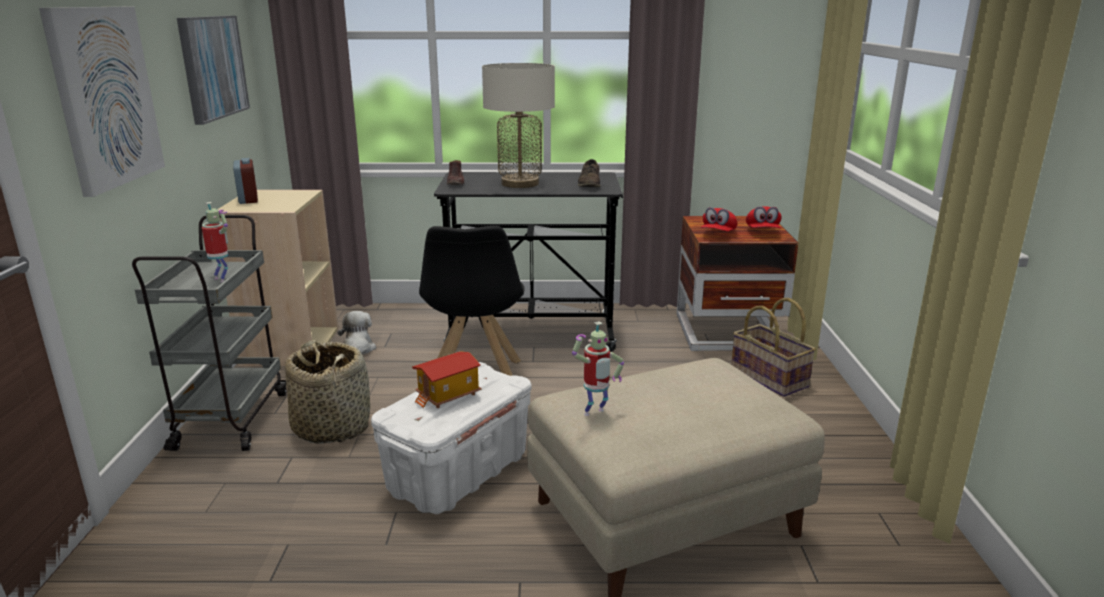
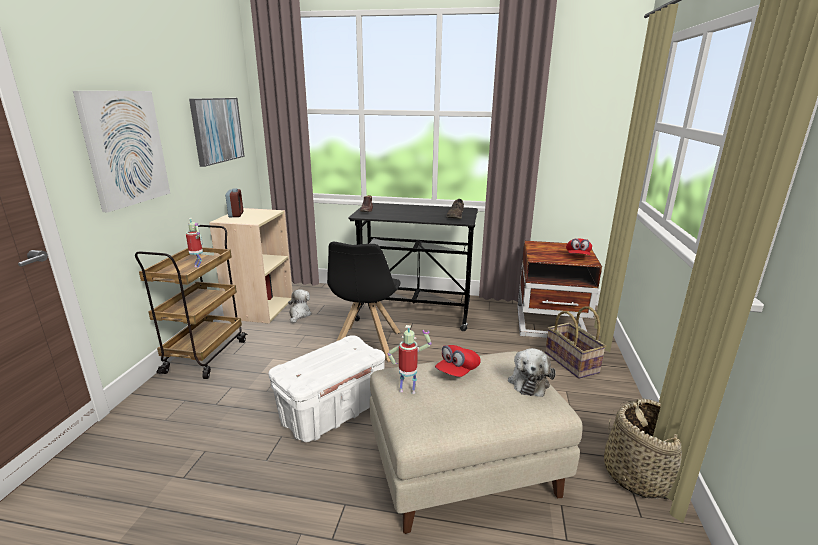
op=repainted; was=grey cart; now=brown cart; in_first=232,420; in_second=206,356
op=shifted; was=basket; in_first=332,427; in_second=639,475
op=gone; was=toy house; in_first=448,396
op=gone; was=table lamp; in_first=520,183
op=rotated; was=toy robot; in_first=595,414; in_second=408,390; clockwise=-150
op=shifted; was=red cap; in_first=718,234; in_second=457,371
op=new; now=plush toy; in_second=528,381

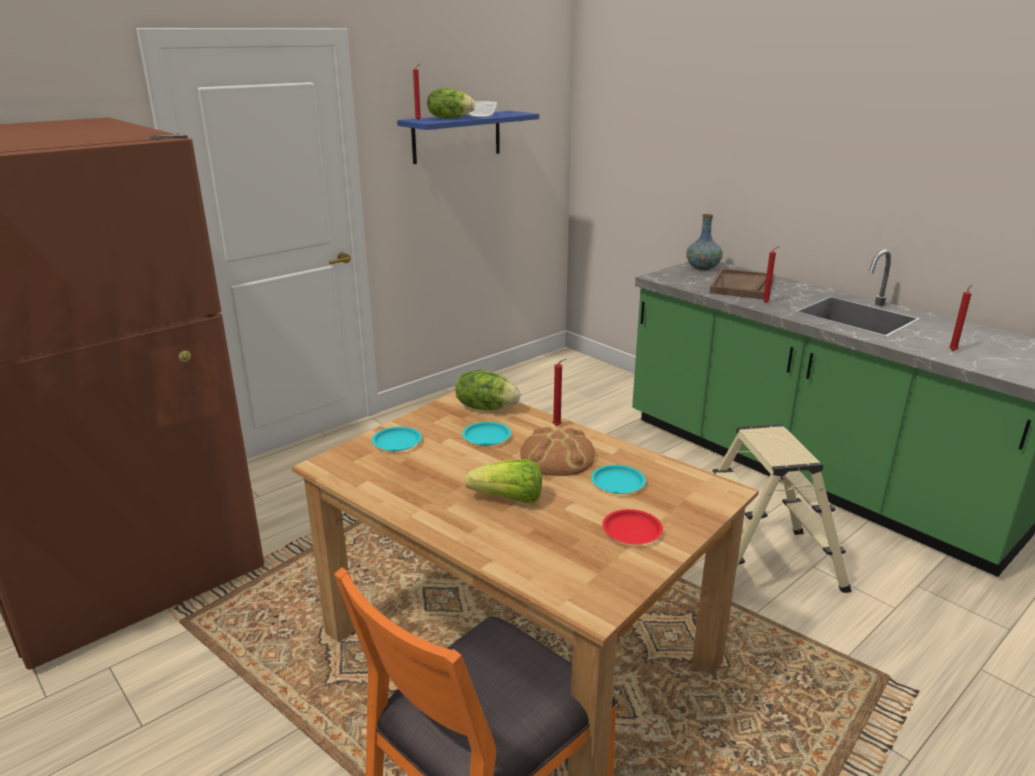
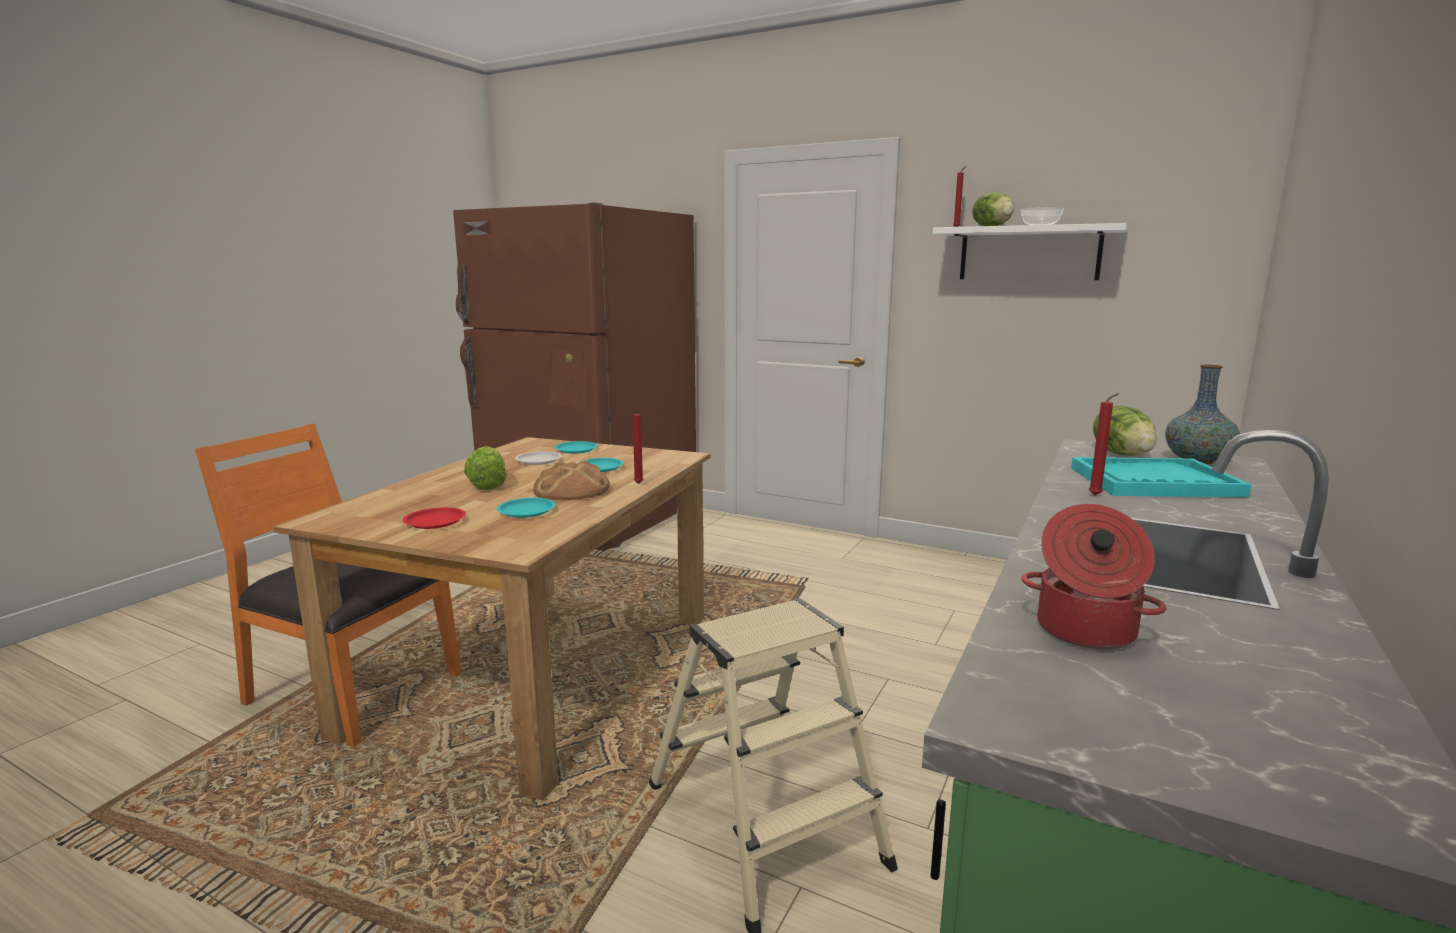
op=repainted; was=blue shelf; now=white shelf; in_first=457,136; in_second=1029,253
op=shifted; was=lettuce; in_first=486,407; in_second=1123,454
op=repainted; was=brown tray; now=turquoise tray; in_first=742,286; in_second=1153,482
op=swapped; was=red candle; now=cooking pot; in_first=953,350; in_second=1084,631
op=new; now=white plate; in_second=539,461

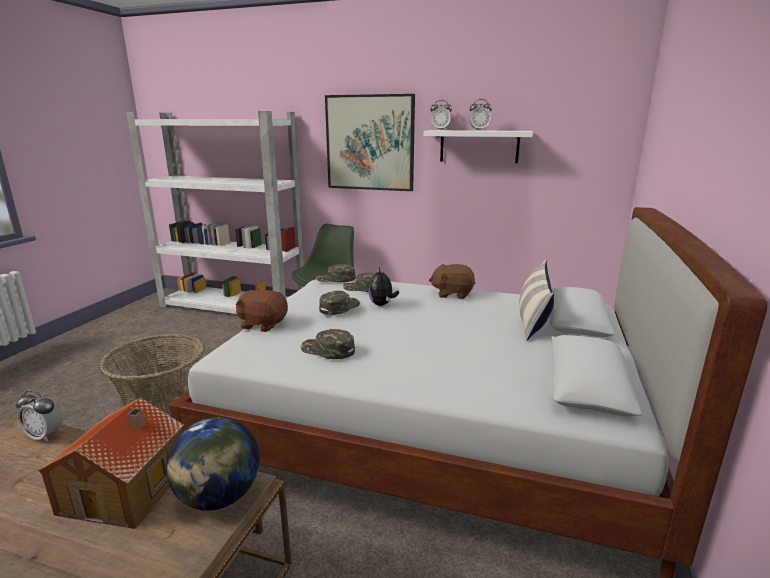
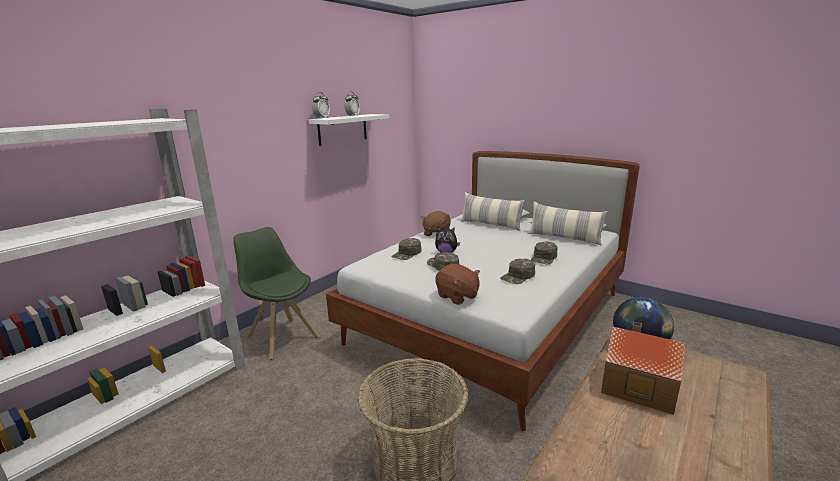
op=gone; was=alarm clock; in_first=45,436
op=rotated; was=brown plush toy; in_first=263,324; in_second=457,296; clockwise=-75
op=shifted; was=green cap; in_first=335,279; in_second=544,258
op=gone; was=picture; in_first=370,143
op=new; now=pillow; in_second=564,238

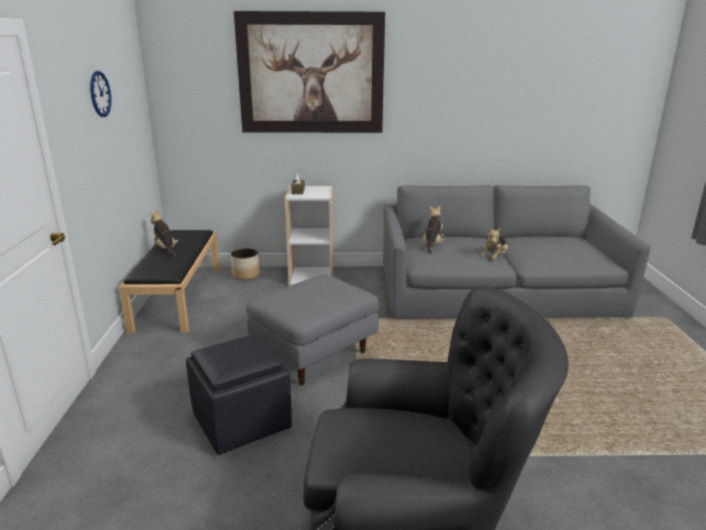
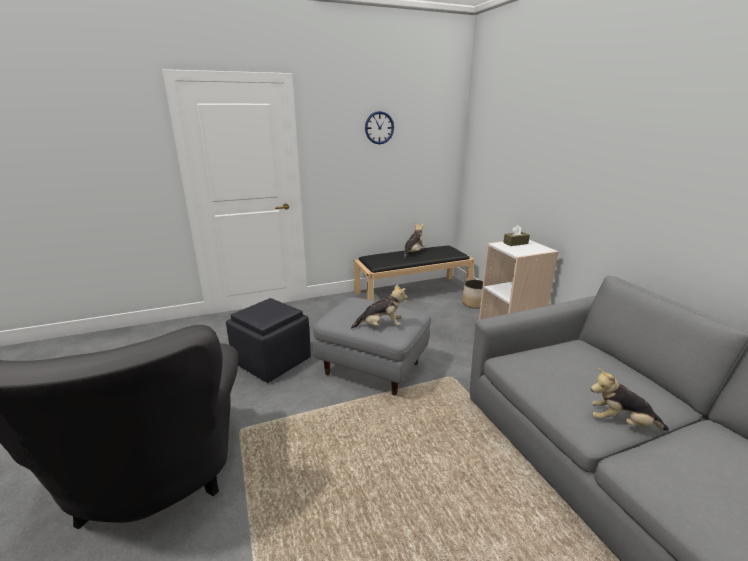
op=gone; was=picture; in_first=311,74
op=shifted; was=plush toy; in_first=432,245; in_second=381,326

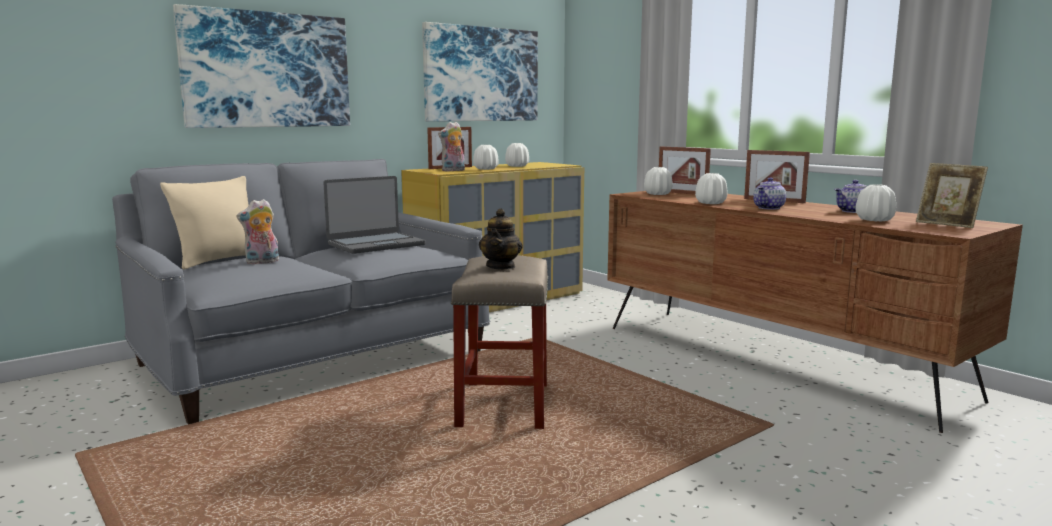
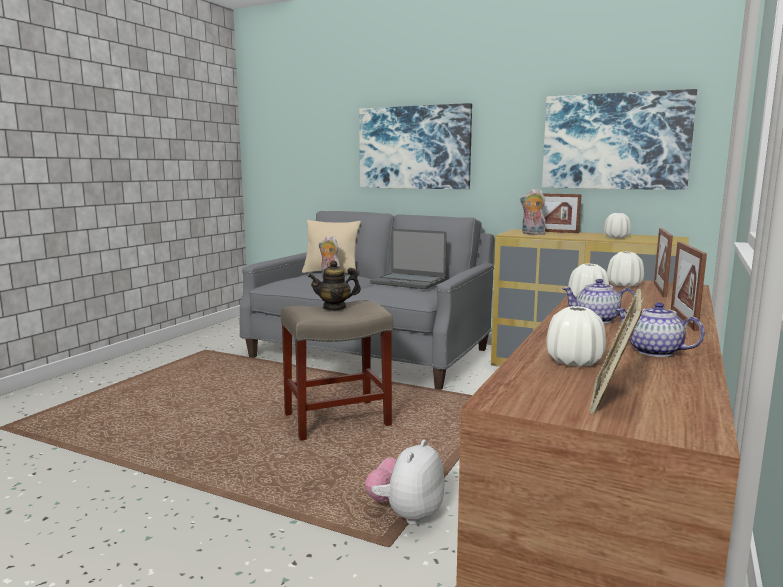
op=gone; was=white vase; in_first=485,169
op=new; now=plush toy; in_second=406,514

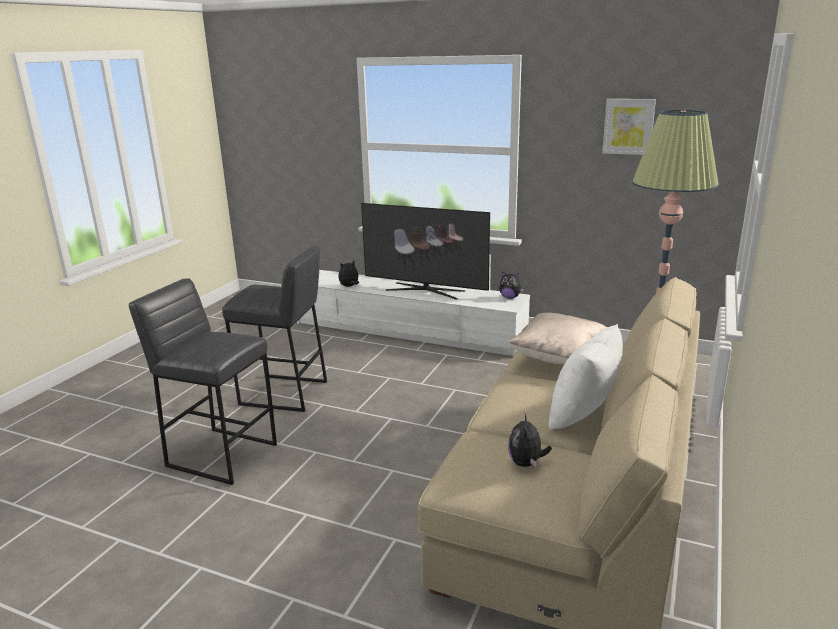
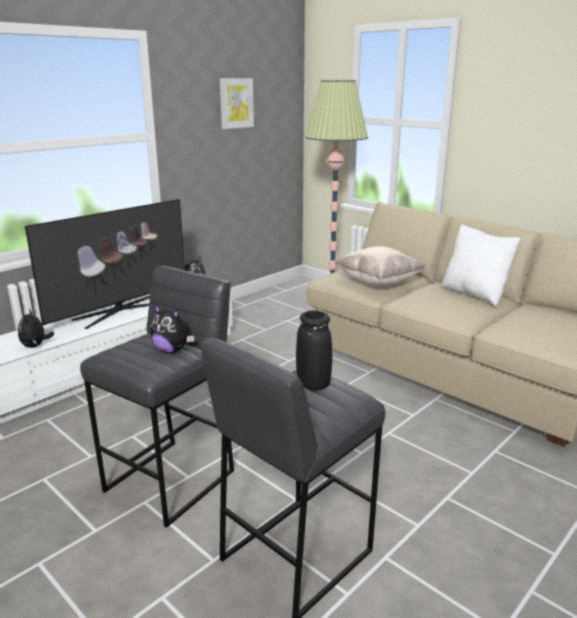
op=shifted; was=plush toy; in_first=526,463; in_second=172,350
op=new; now=black vase; in_second=313,384

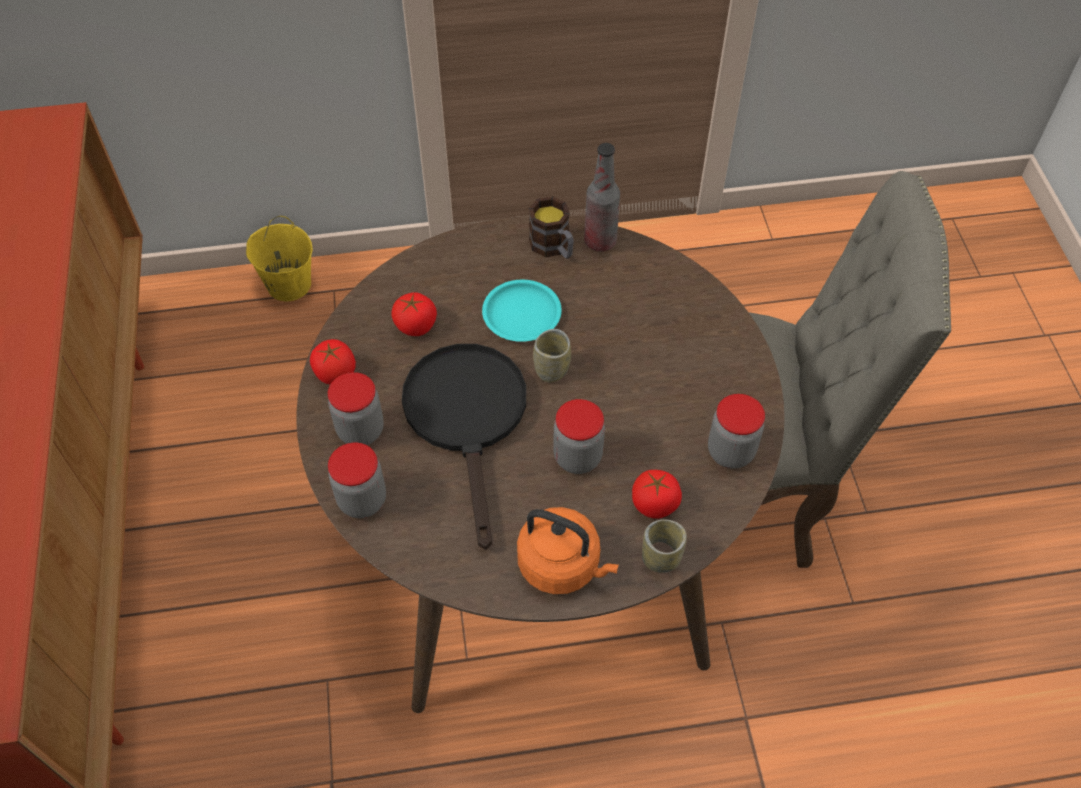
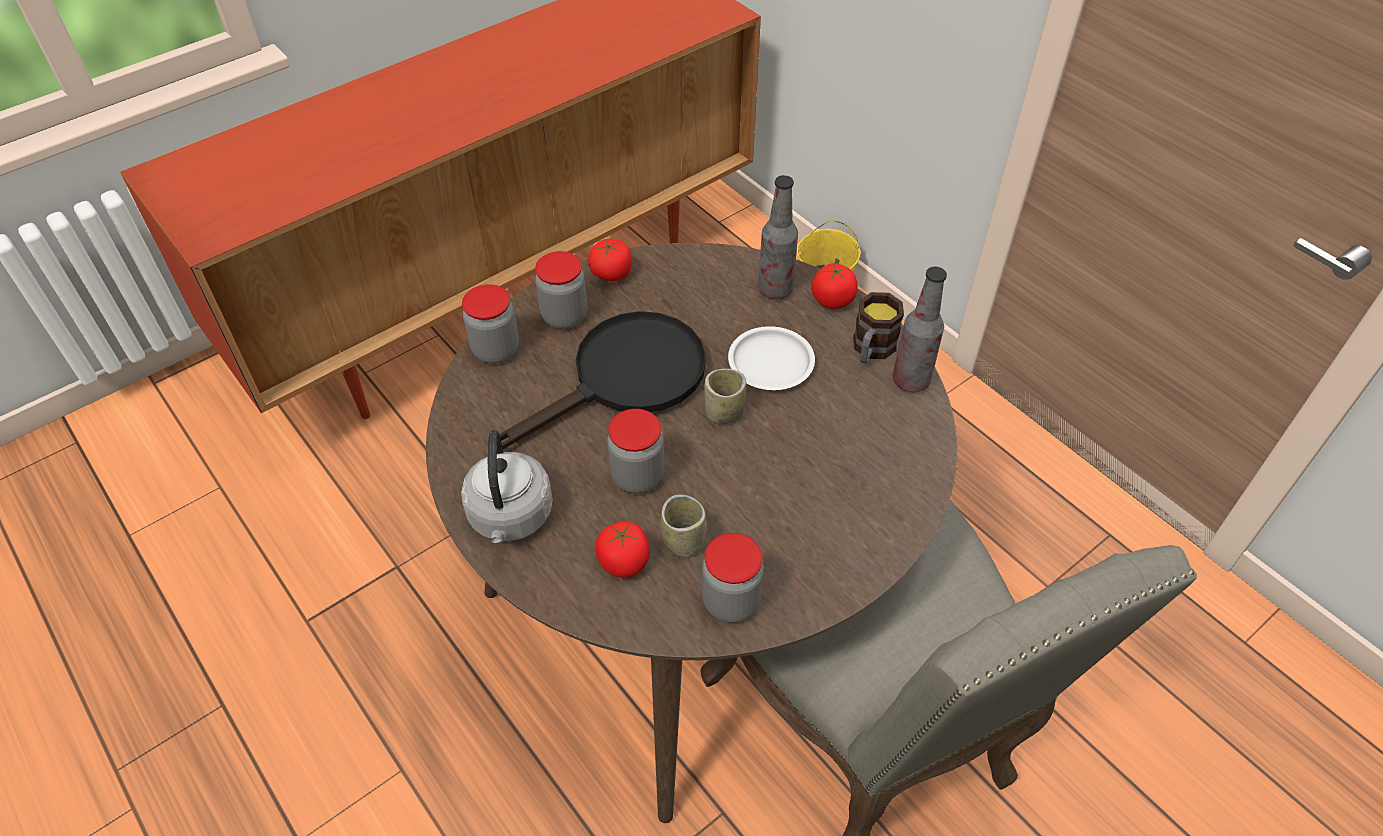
op=shifted; was=tomato; in_first=416,325; in_second=833,299
op=repainted; was=turquoise plate; now=white plate; in_first=522,314; in_second=771,363
op=repainted; was=orange kettle; now=grey kettle; in_first=563,565; in_second=511,518
op=shifted; was=cup; in_first=661,558; in_second=683,542
op=new; now=bottle; in_second=775,289

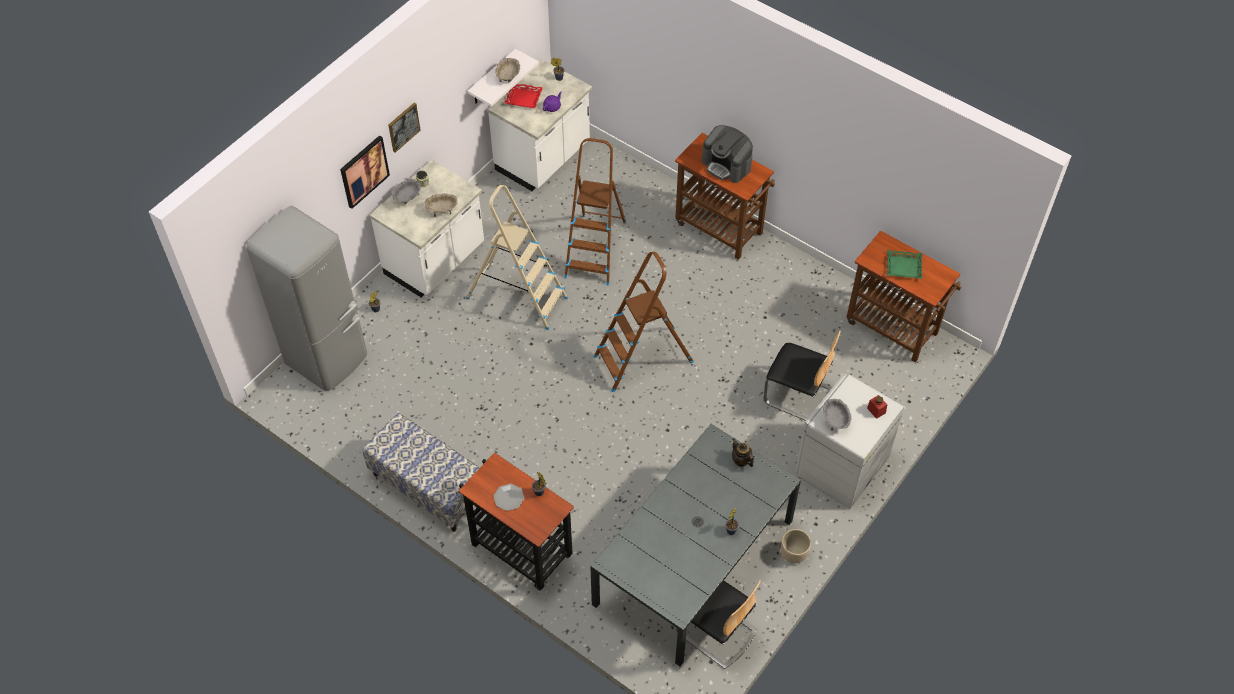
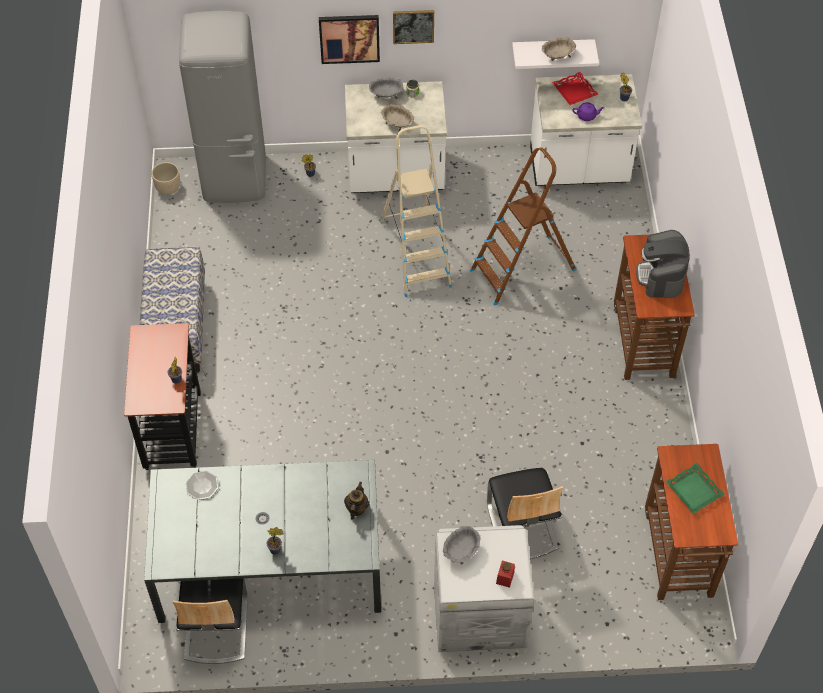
op=shifted; was=plate; in_first=509,497; in_second=202,486
op=gone; was=brown step ladder; in_first=642,359
op=shifted; was=beige planter; in_first=794,553; in_second=168,188

